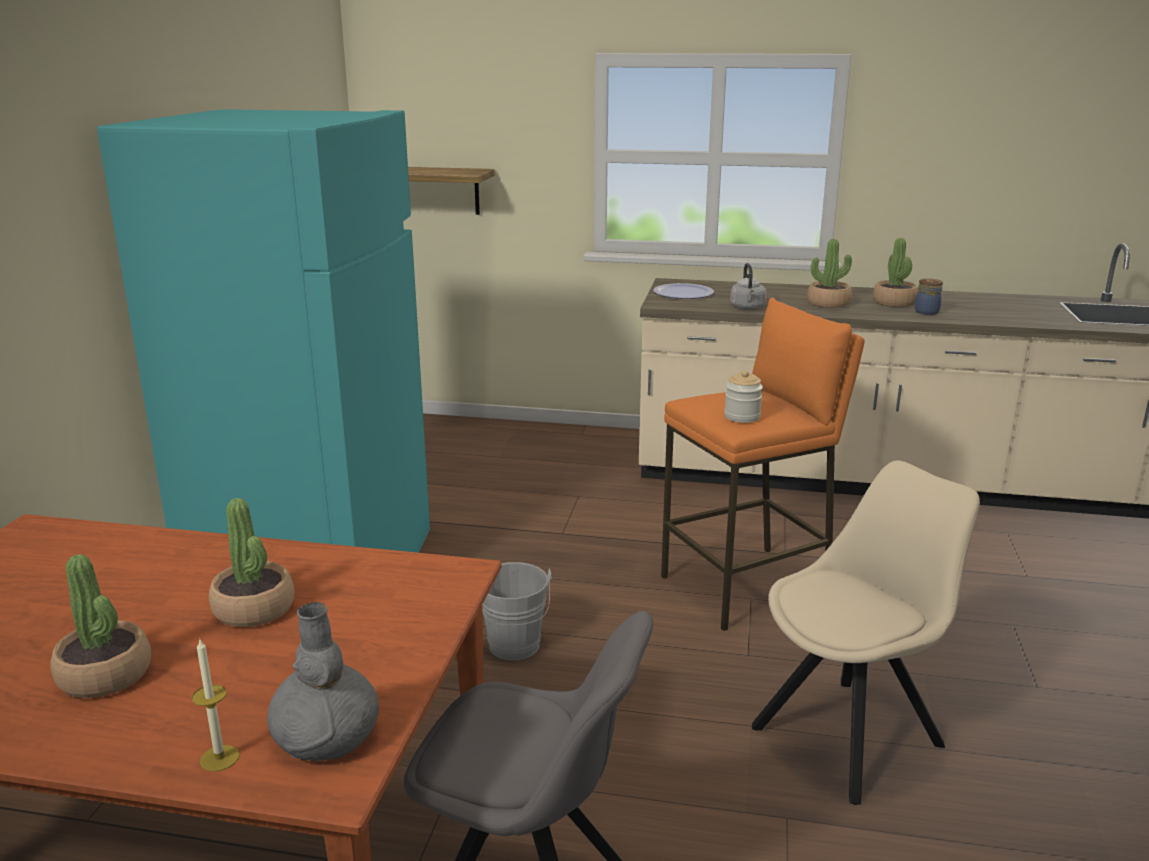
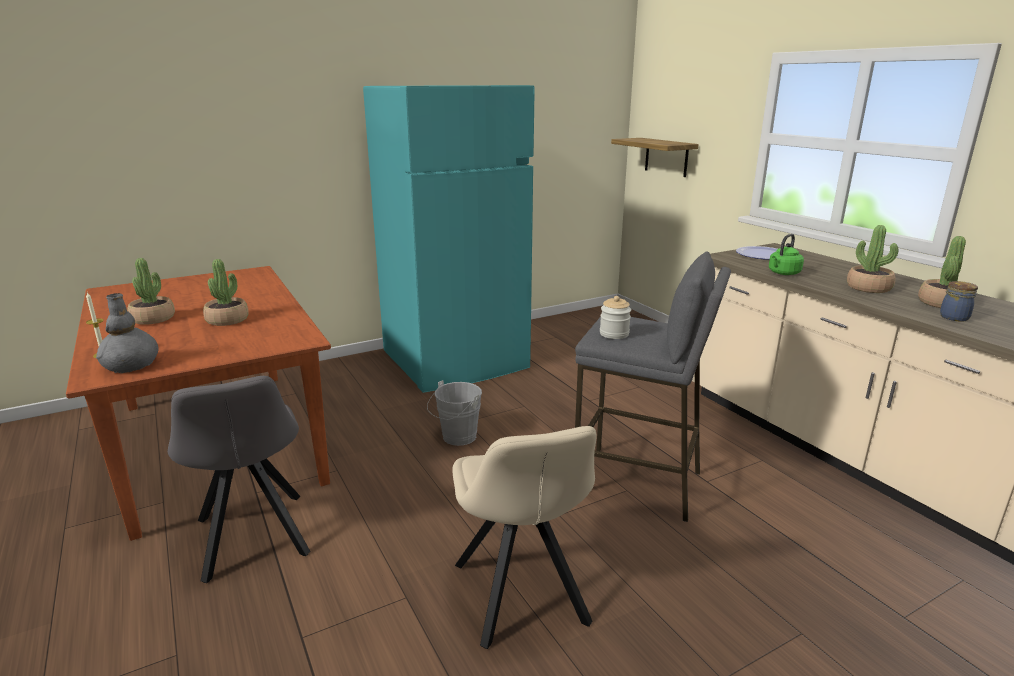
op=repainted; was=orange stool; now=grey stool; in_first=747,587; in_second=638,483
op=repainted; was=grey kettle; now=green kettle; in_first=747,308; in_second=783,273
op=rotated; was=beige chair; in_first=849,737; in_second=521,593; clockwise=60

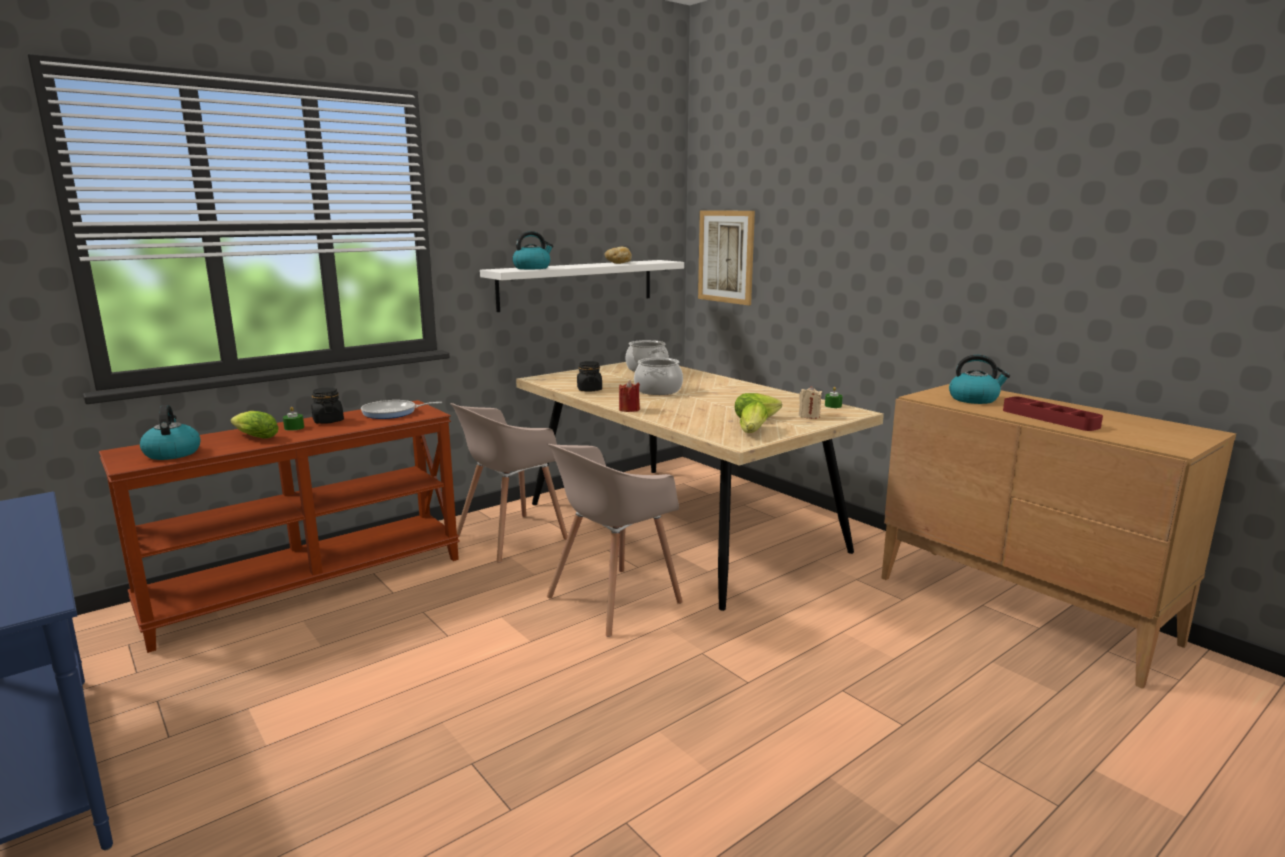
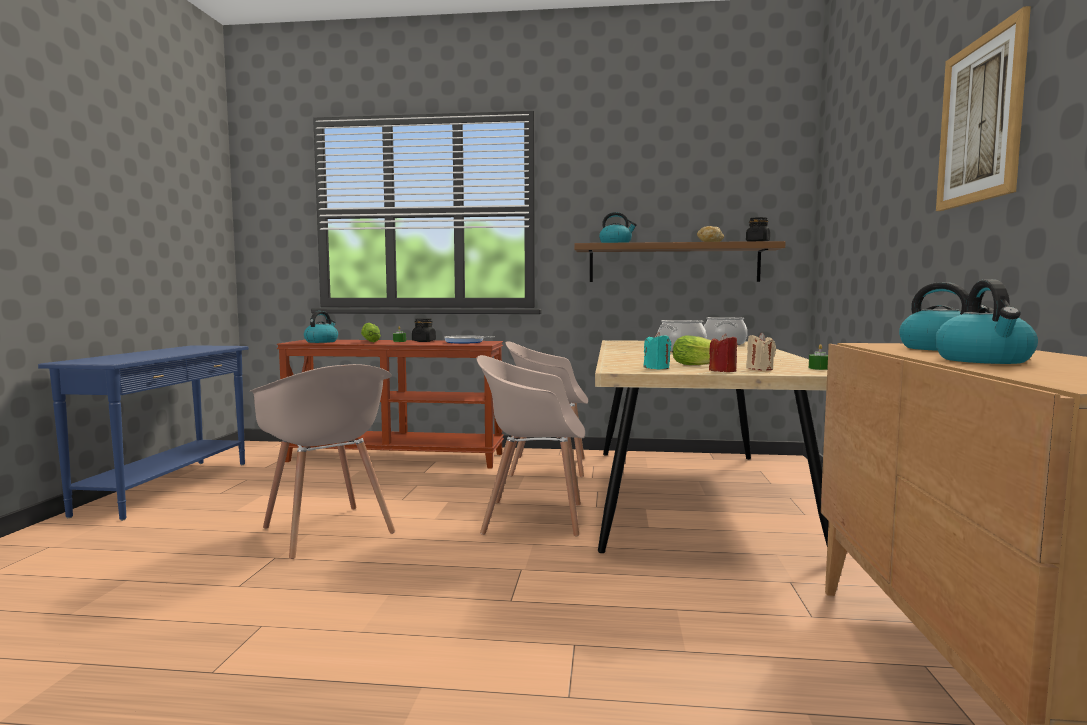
op=repainted; was=white shelf; now=brown shelf; in_first=577,284; in_second=673,263
op=shifted; was=black jar; in_first=589,389; in_second=757,242
op=shifted; was=red candle; in_first=629,410; in_second=723,371
op=shifted; was=picture; in_first=726,256; in_second=980,120
op=swapped; was=lettuce; now=turquoise candle; in_first=752,432; in_second=657,368
op=swapped; was=red tray; now=kettle; in_first=1049,418; in_second=984,360
op=new; now=beige chair; in_second=327,532

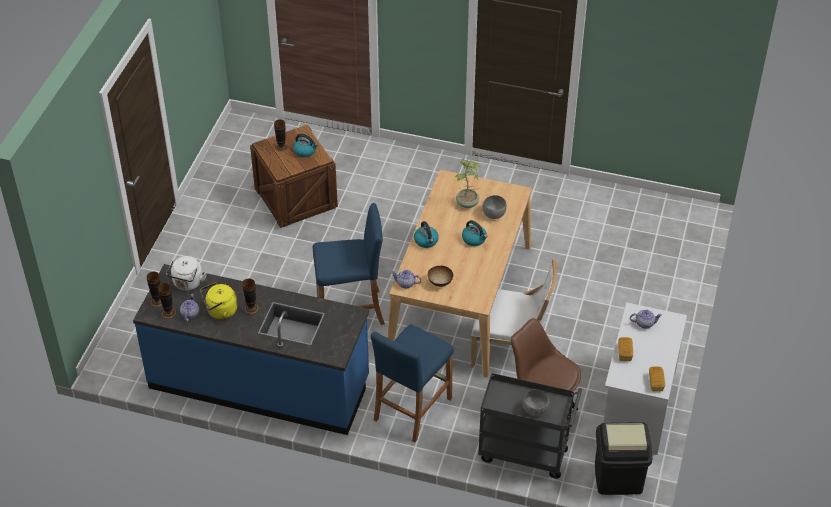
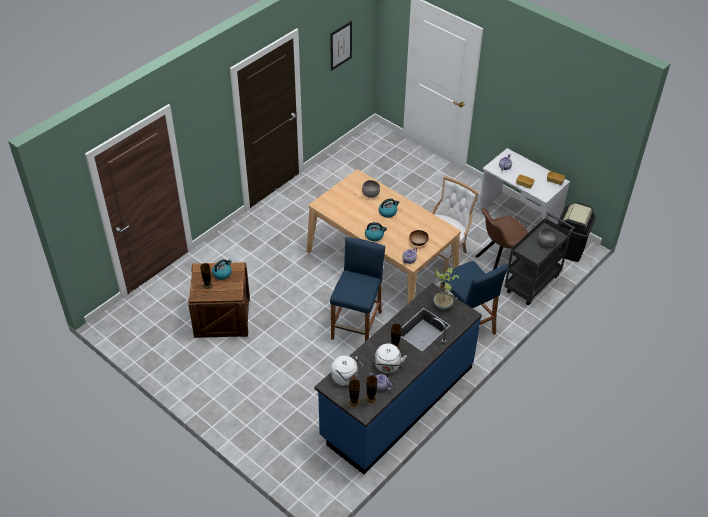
op=repainted; was=yellow kettle; now=white kettle; in_first=220,311; in_second=387,366
op=shifted; was=potted plant; in_first=468,203; in_second=443,304
op=new; now=picture; in_second=341,45

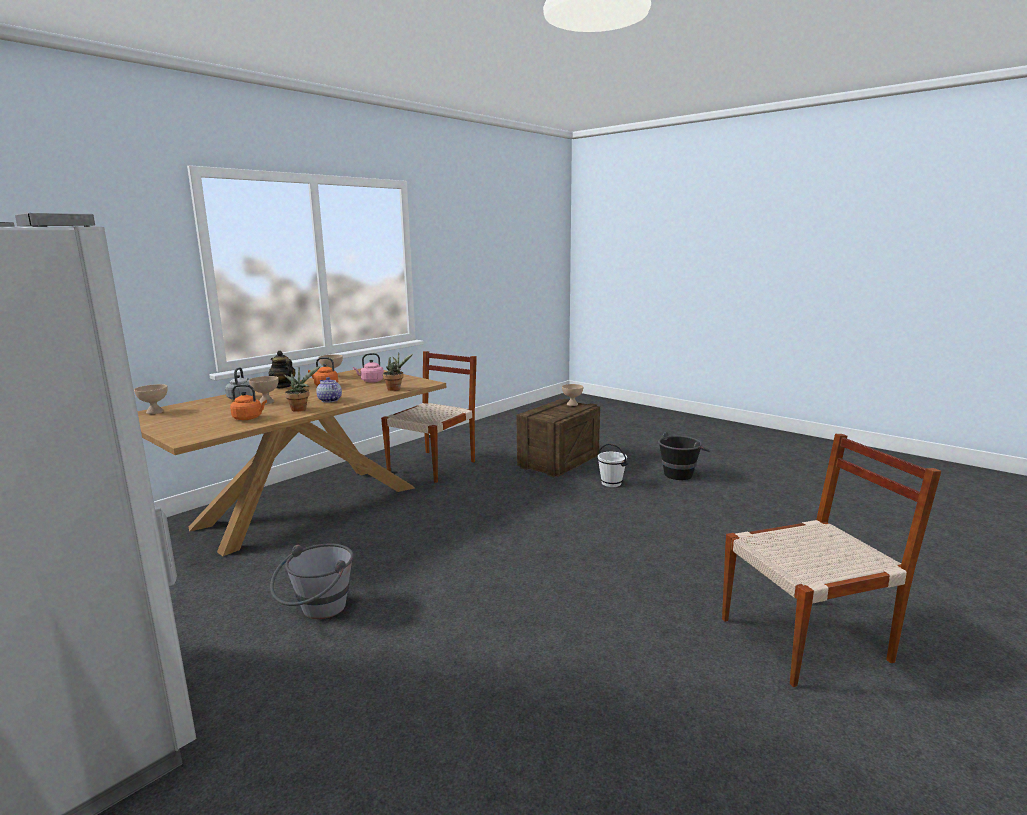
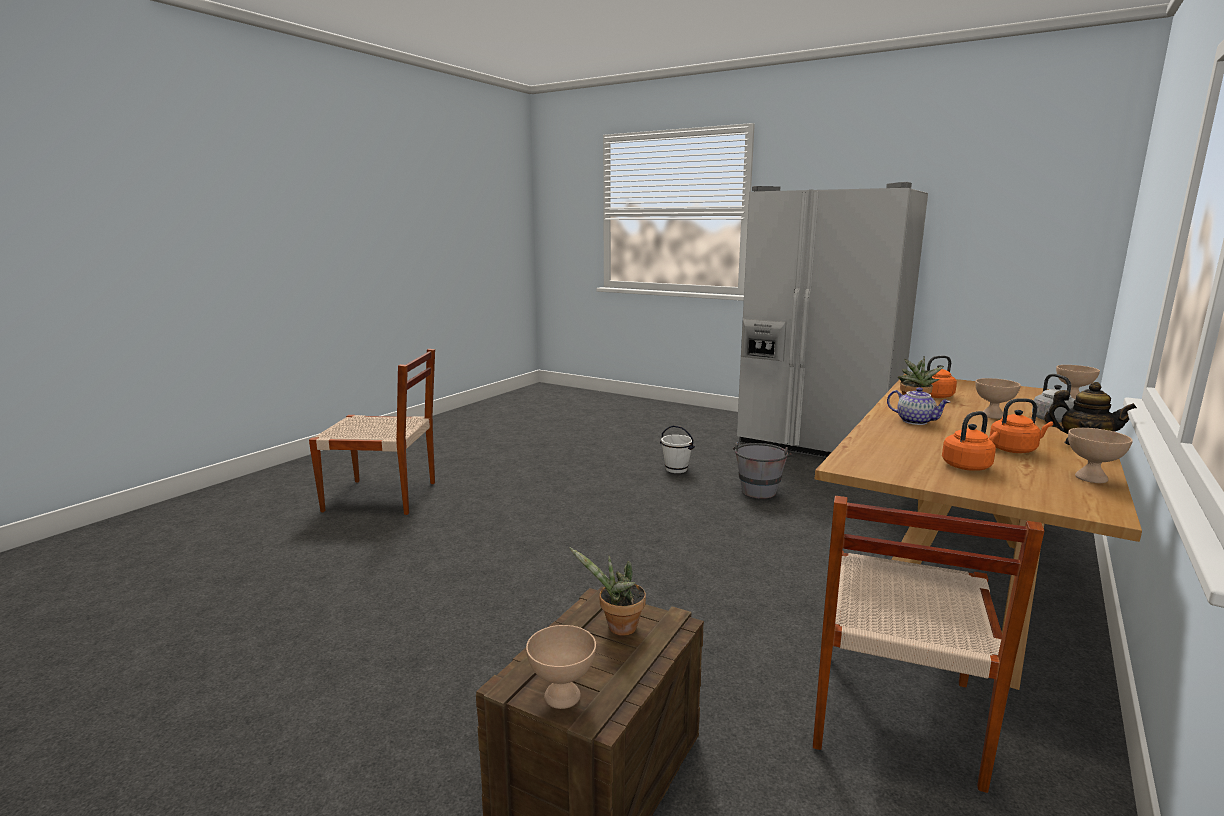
op=repainted; was=pink kettle; now=orange kettle; in_first=371,381; in_second=968,466
op=shifted; was=potted plant; in_first=396,389; in_second=618,628
op=shifted; was=white bucket; in_first=611,483; in_second=676,469
op=gone; was=black bucket; in_first=681,473
op=rotated; was=chair; in_first=807,639; in_second=384,497; clockwise=-150

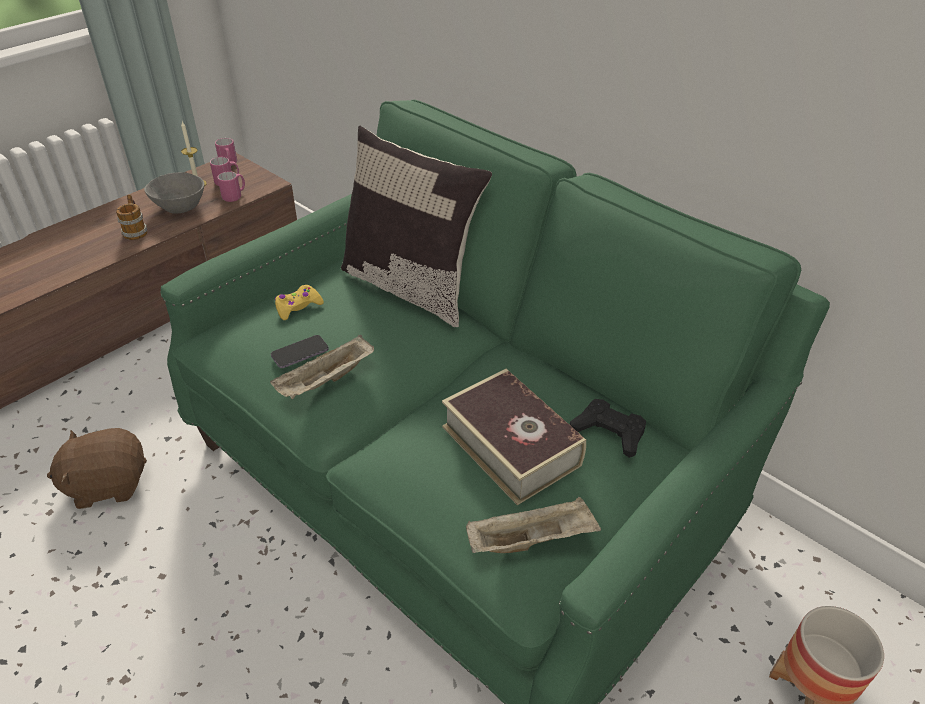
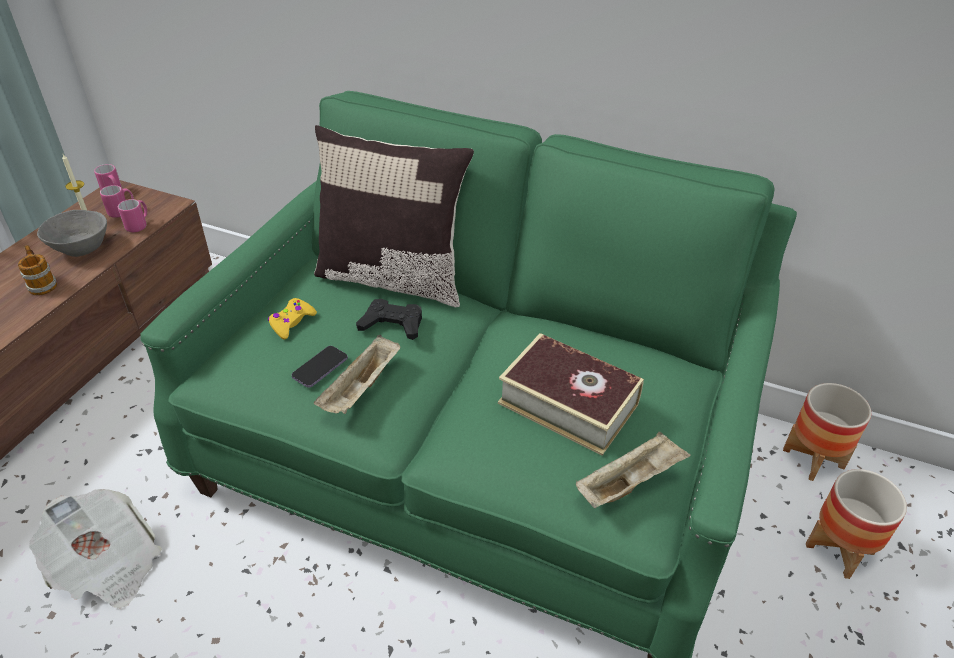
op=swapped; was=brown plush toy; now=newspaper; in_first=108,484; in_second=107,565
op=shifted; was=black game controller; in_first=609,432; in_second=392,324
op=new; now=planter; in_second=813,458

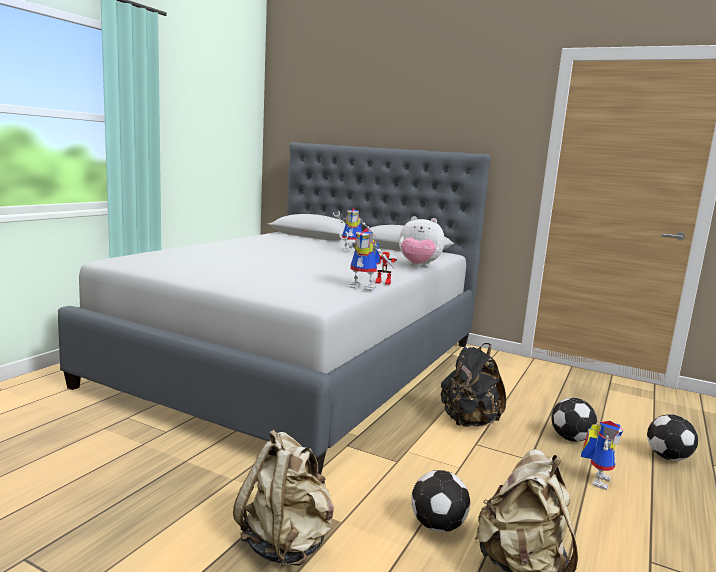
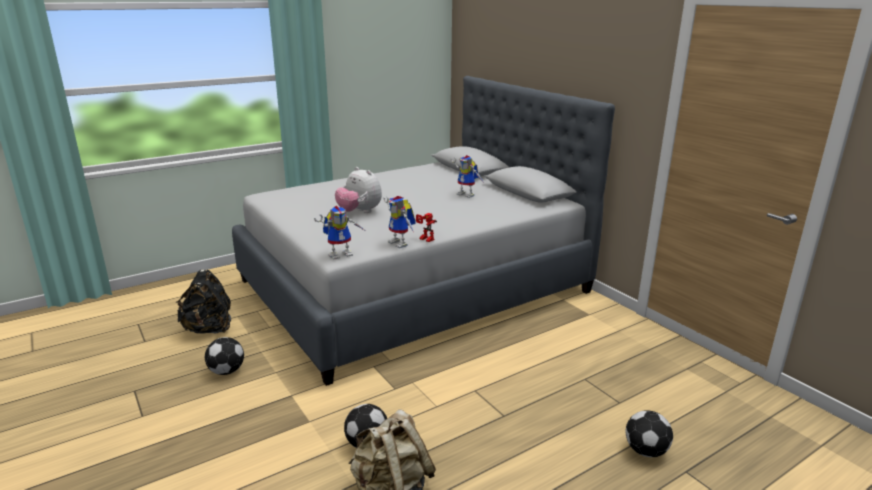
op=gone; was=beige backpack; in_first=286,543
op=shifted; was=plush toy; in_first=418,266; in_second=359,212
op=shifted; was=black backpack; in_first=468,422; in_second=209,329
op=shifted; was=football; in_first=570,438; in_second=227,371
op=shifted; was=toy robot; in_first=596,479; in_second=341,254

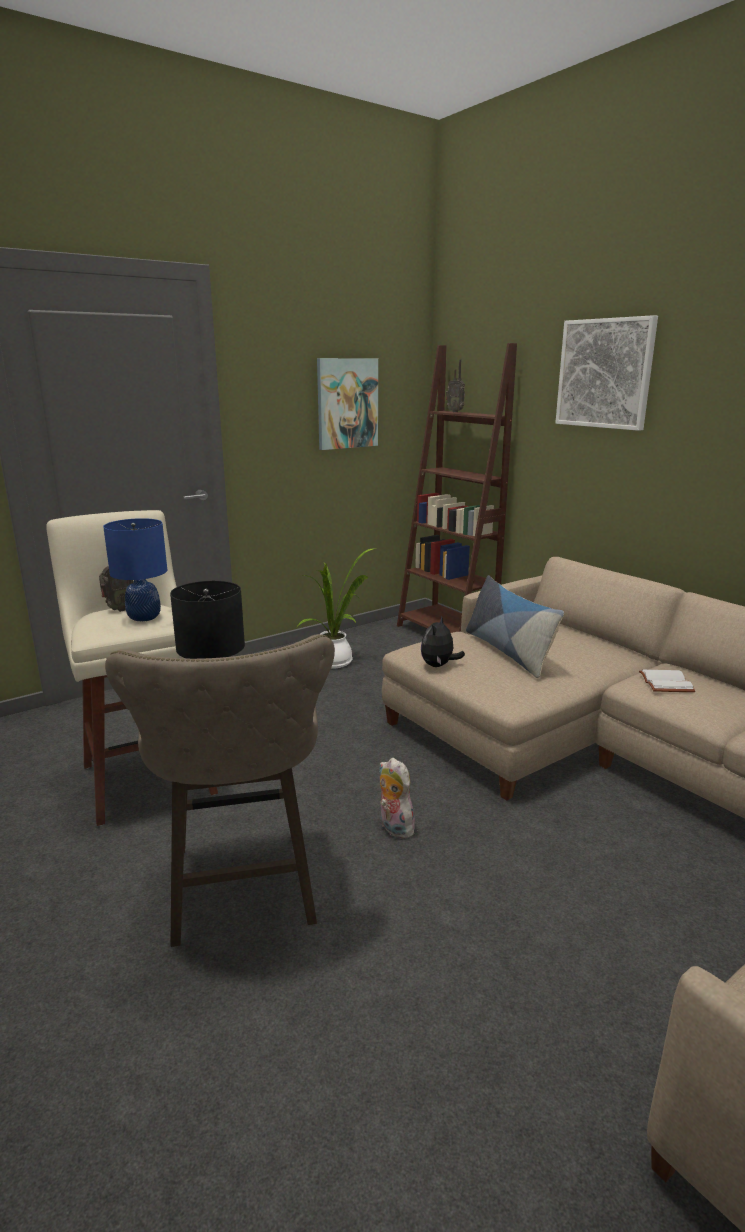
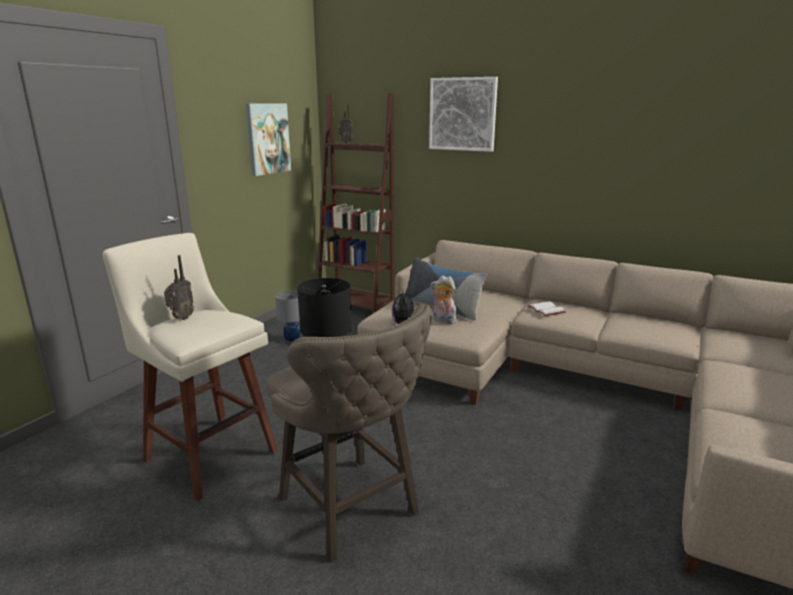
op=gone; was=blue table lamp; in_first=144,617
op=swapped; was=potted plant; now=grey table lamp; in_first=336,662; in_second=291,339
op=shifted; was=plush toy; in_first=393,827; in_second=443,321

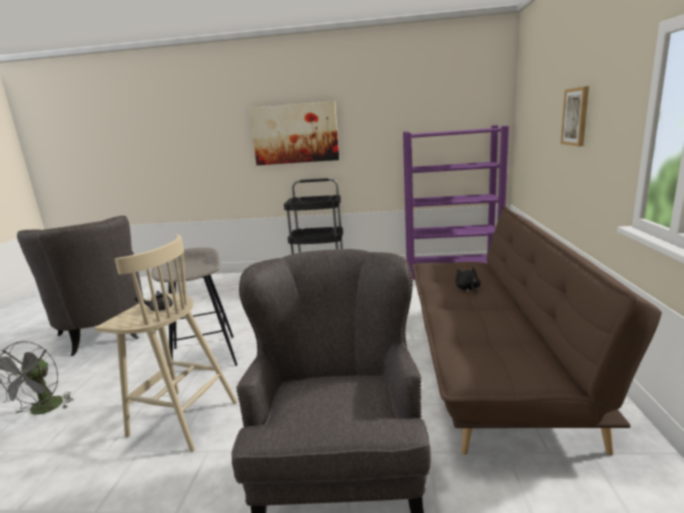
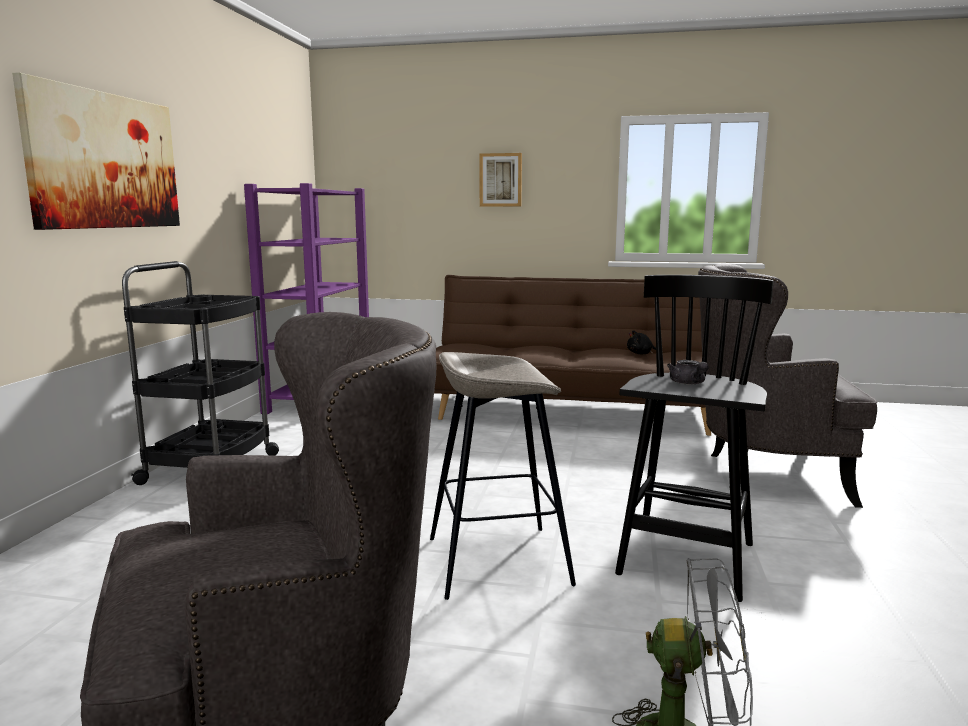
op=repainted; was=beige stool; now=black stool; in_first=180,418; in_second=686,561
op=shifted; was=black plush toy; in_first=467,289; in_second=641,354

